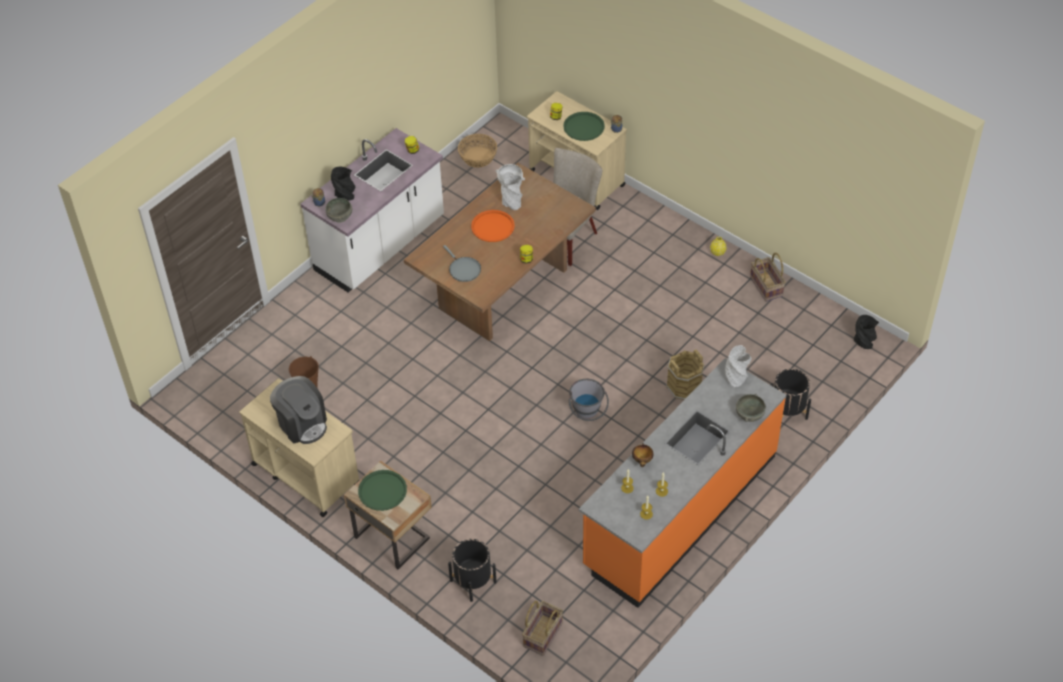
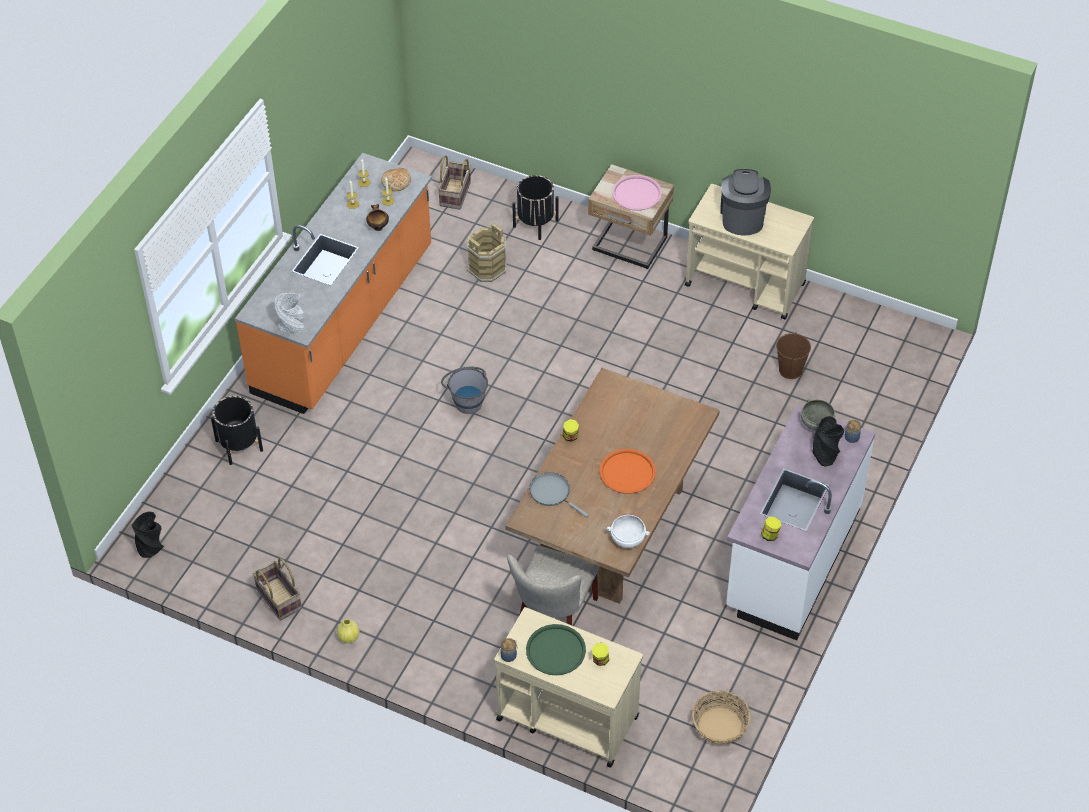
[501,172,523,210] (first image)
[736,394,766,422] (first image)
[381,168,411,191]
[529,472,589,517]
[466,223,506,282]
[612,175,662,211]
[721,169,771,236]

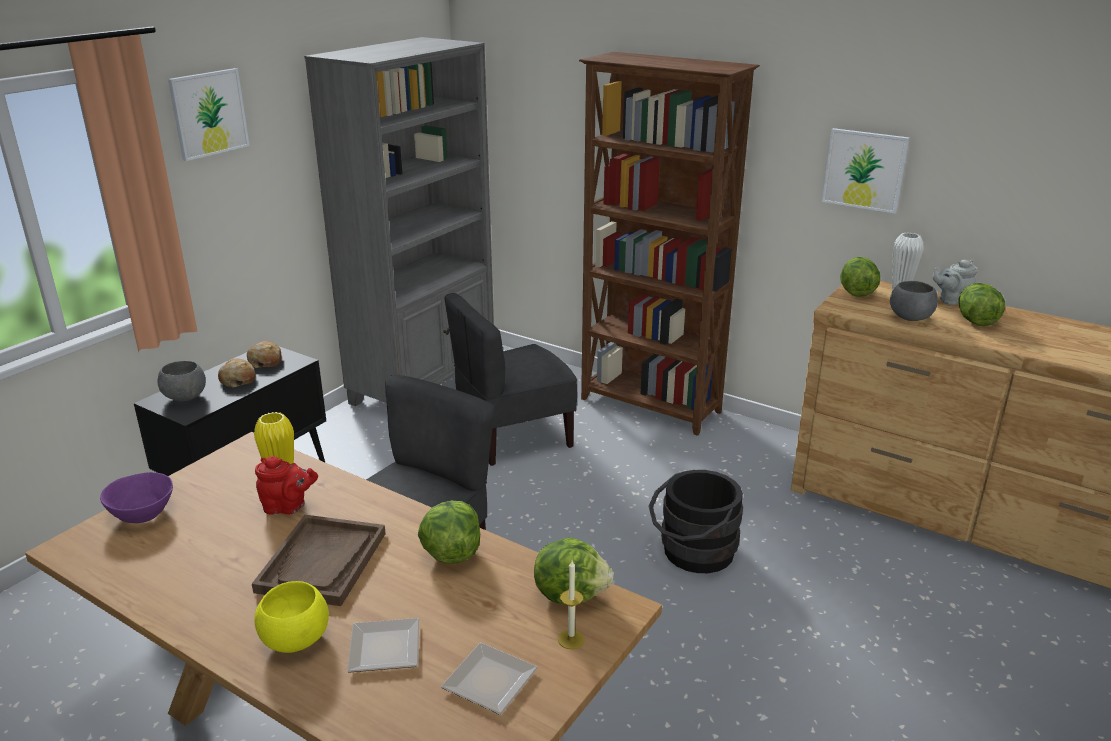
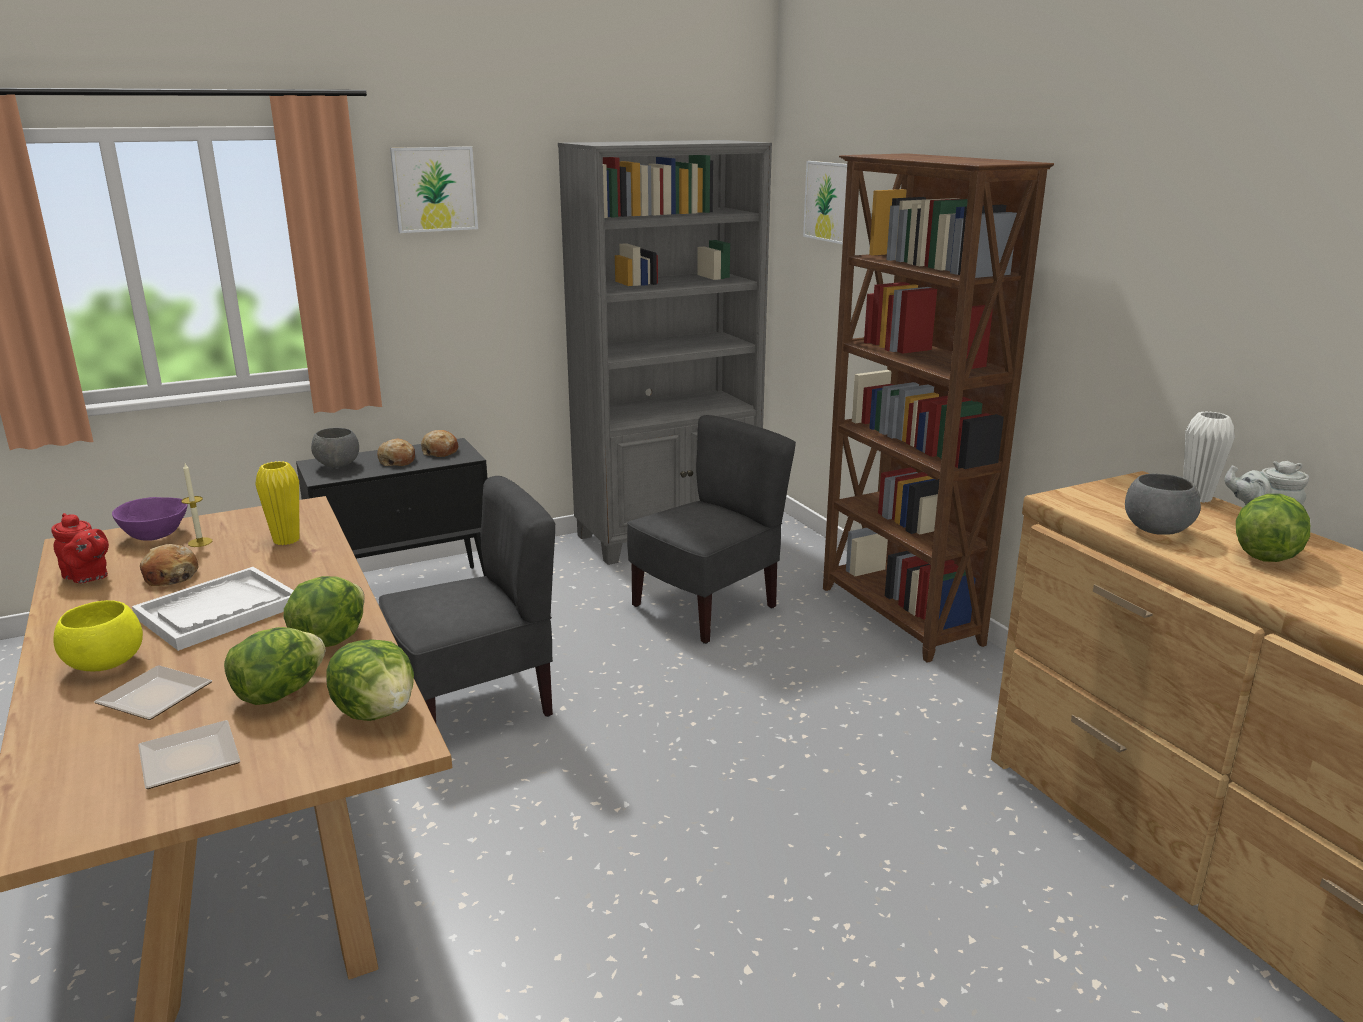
[648,470,743,573] (first image)
[140,544,198,586]
[51,513,109,583]
[181,463,212,547]
[803,161,847,244]
[224,627,325,705]
[132,567,294,651]
[627,415,796,644]

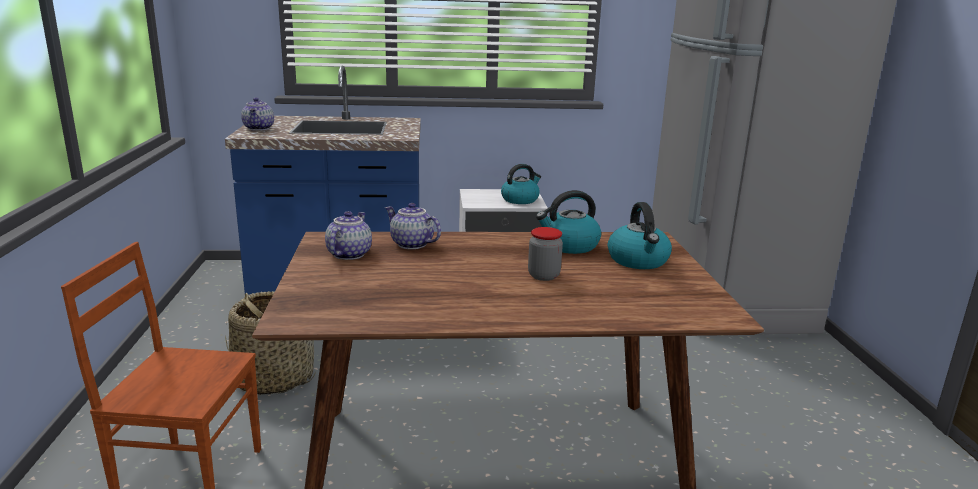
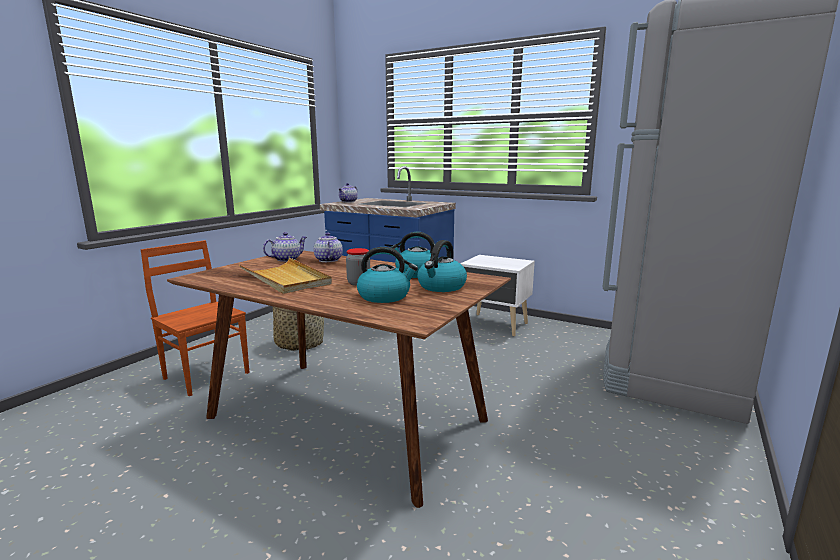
[239,258,332,294]
[357,247,418,303]

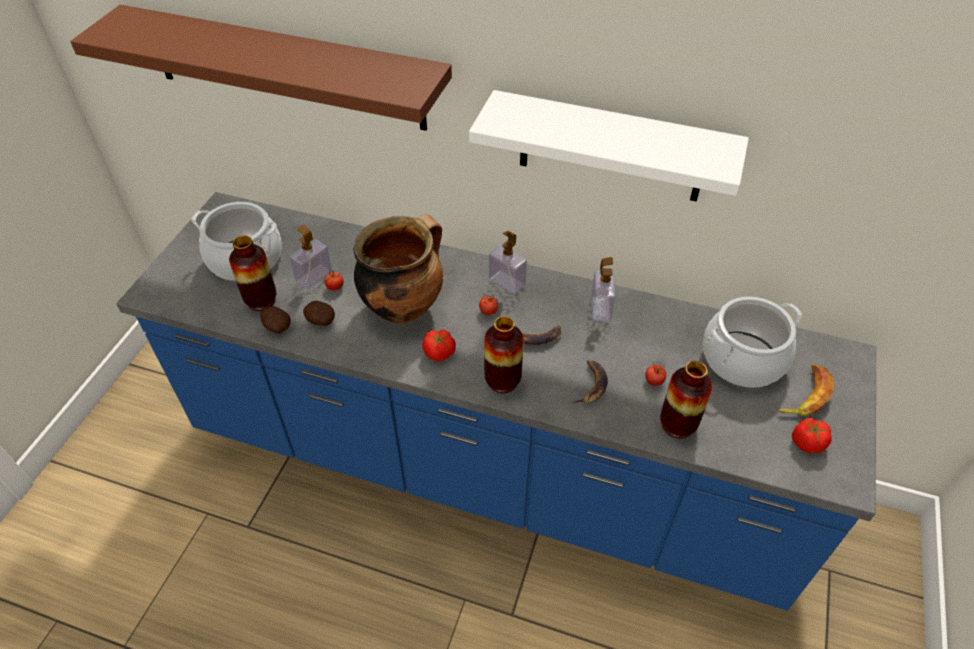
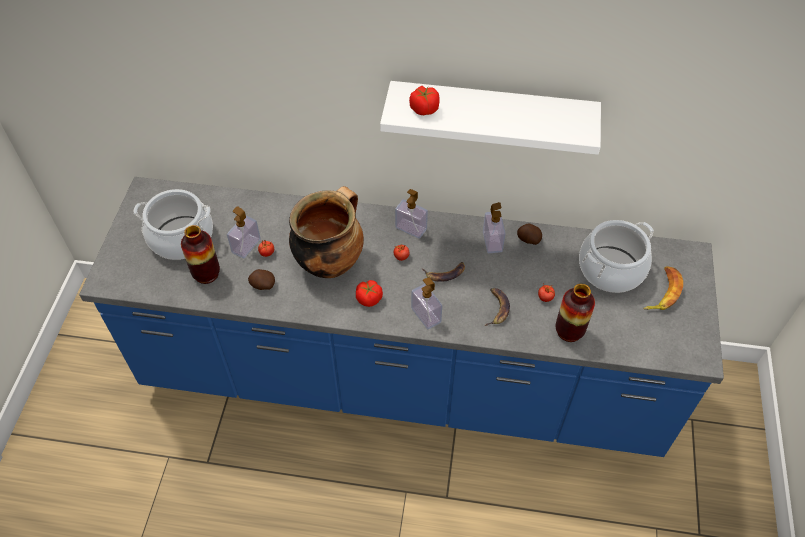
[70,5,452,131] (first image)
[517,223,542,245]
[409,86,440,115]
[411,278,442,329]

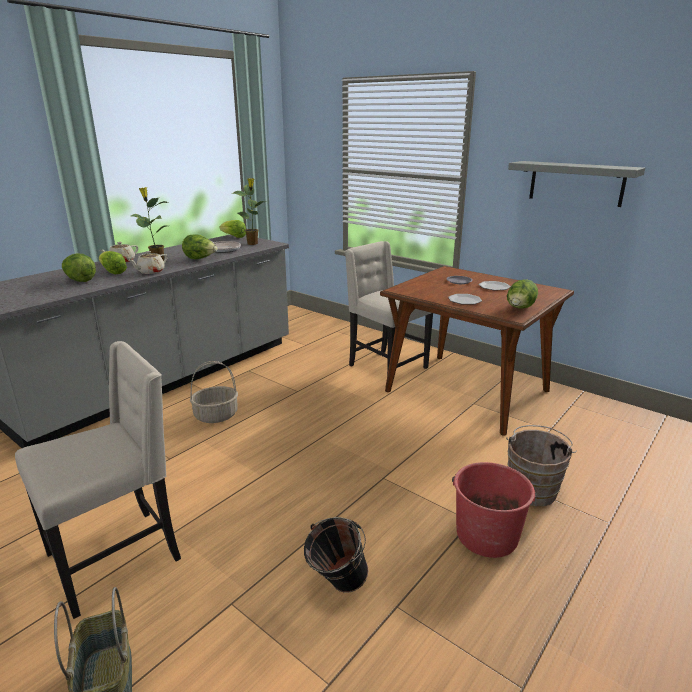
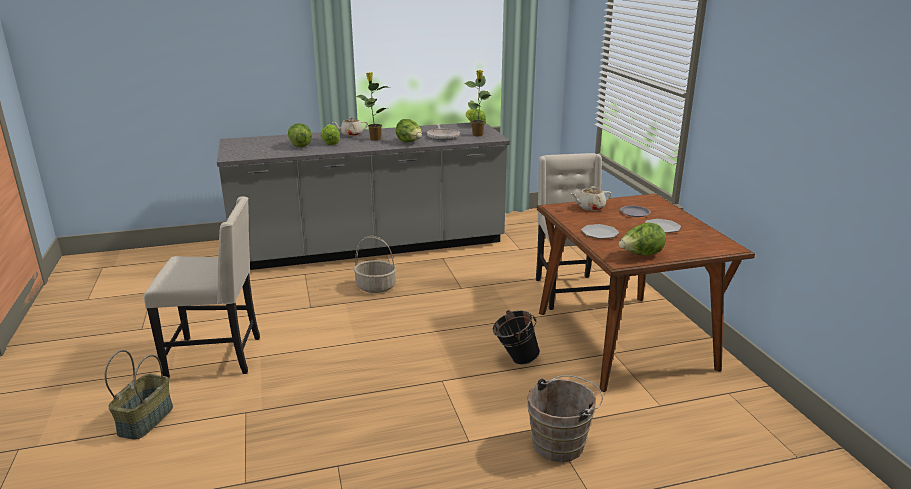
[452,462,537,558] (first image)
[508,161,645,207] (first image)
[571,186,611,211]
[493,310,540,365]

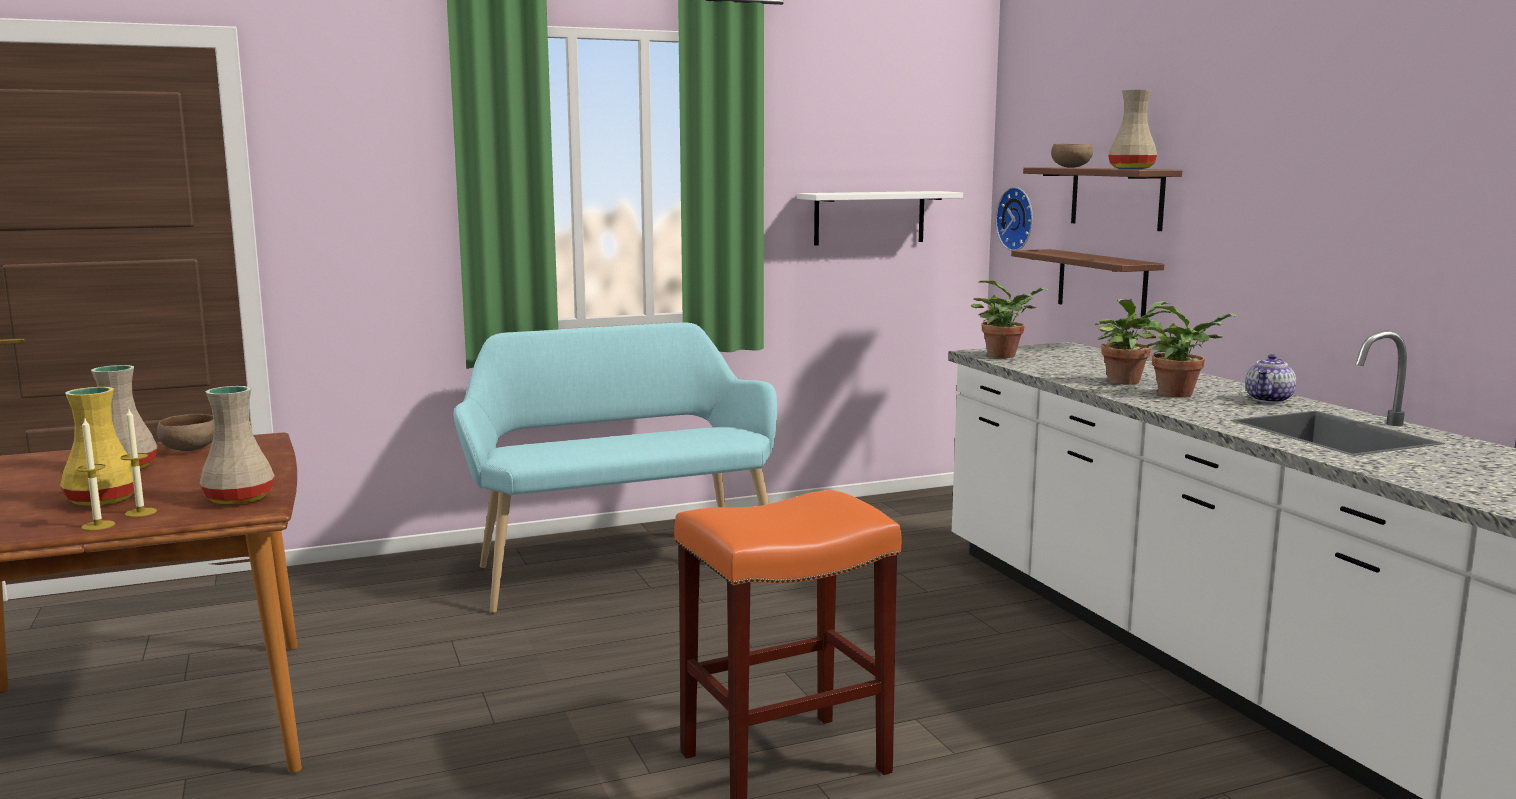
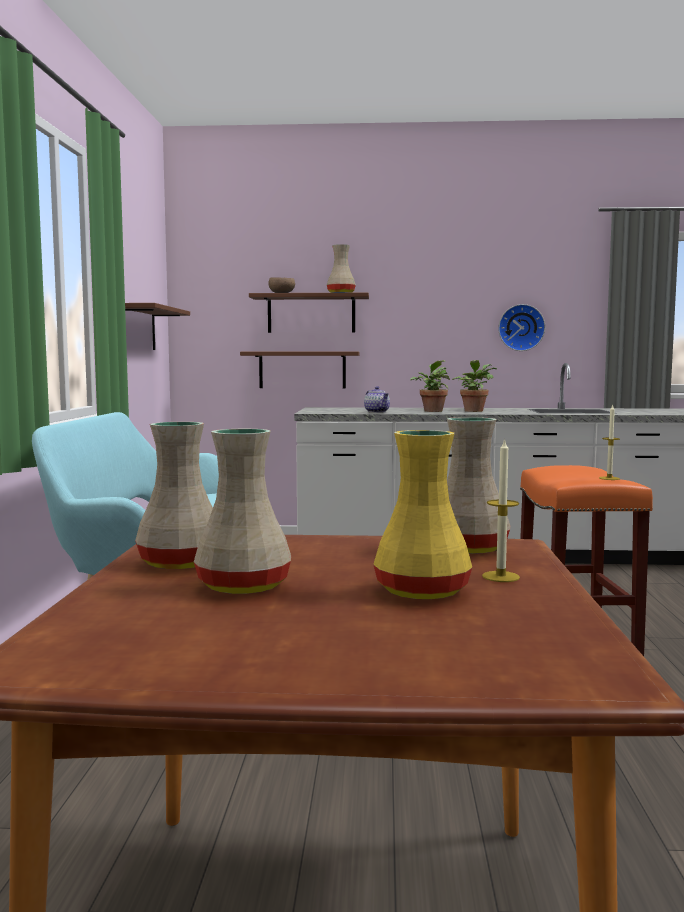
[971,280,1048,358] (first image)
[599,404,620,480]
[498,304,545,351]
[364,386,390,413]
[135,422,213,569]
[125,303,190,350]

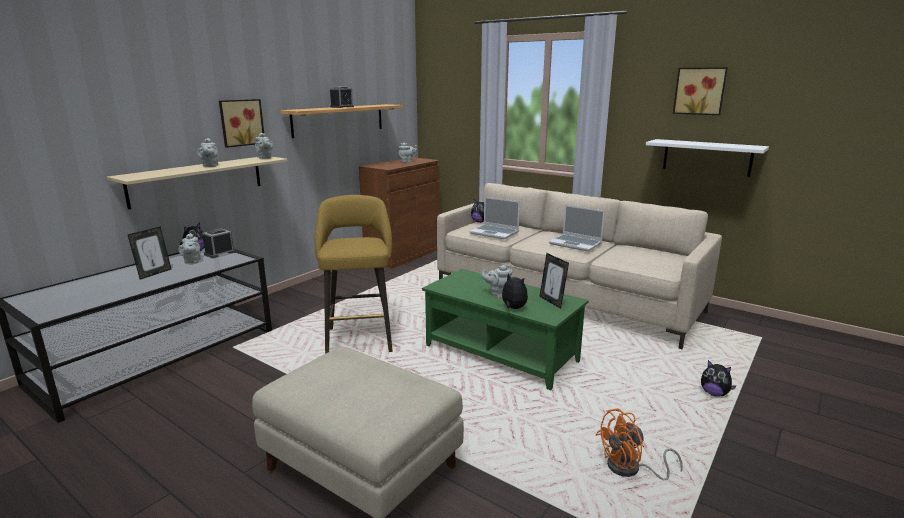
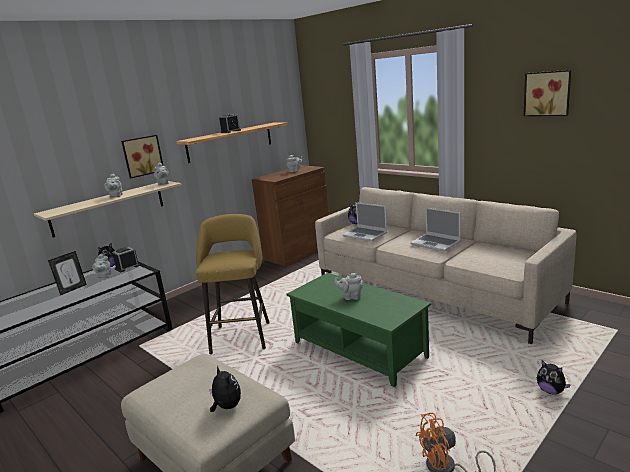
[539,253,569,309] (first image)
[646,139,769,177] (first image)
[209,366,241,412]

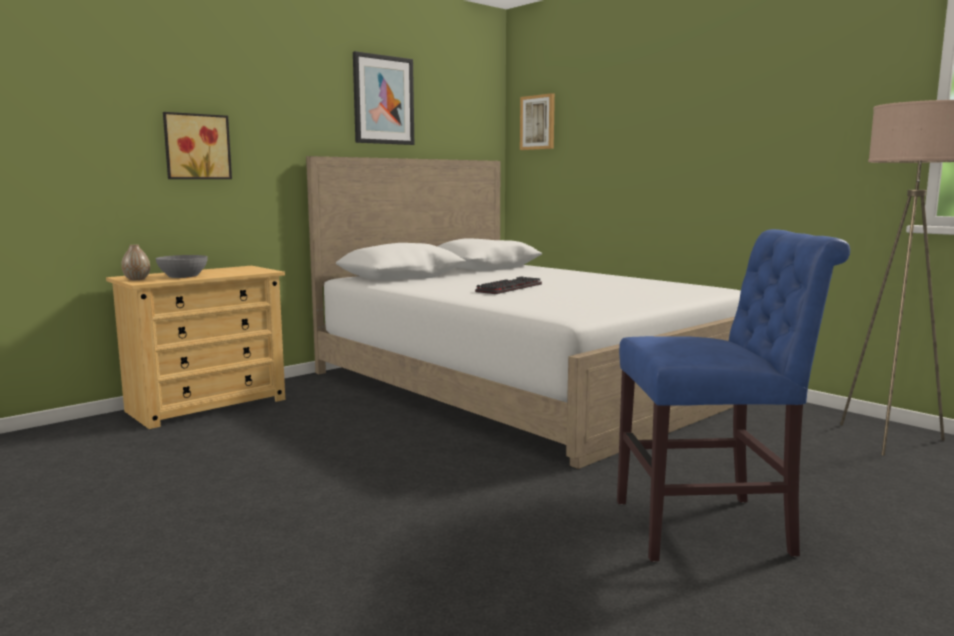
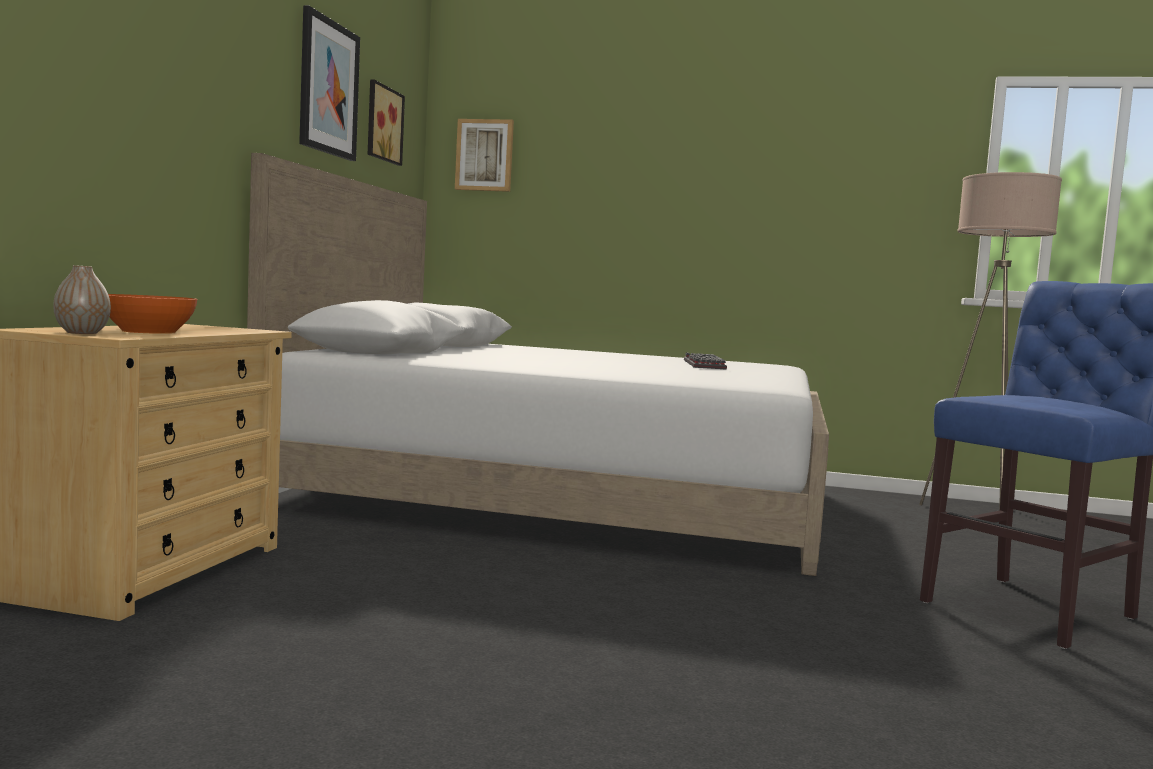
[368,79,405,166]
[684,352,727,370]
[108,294,197,334]

